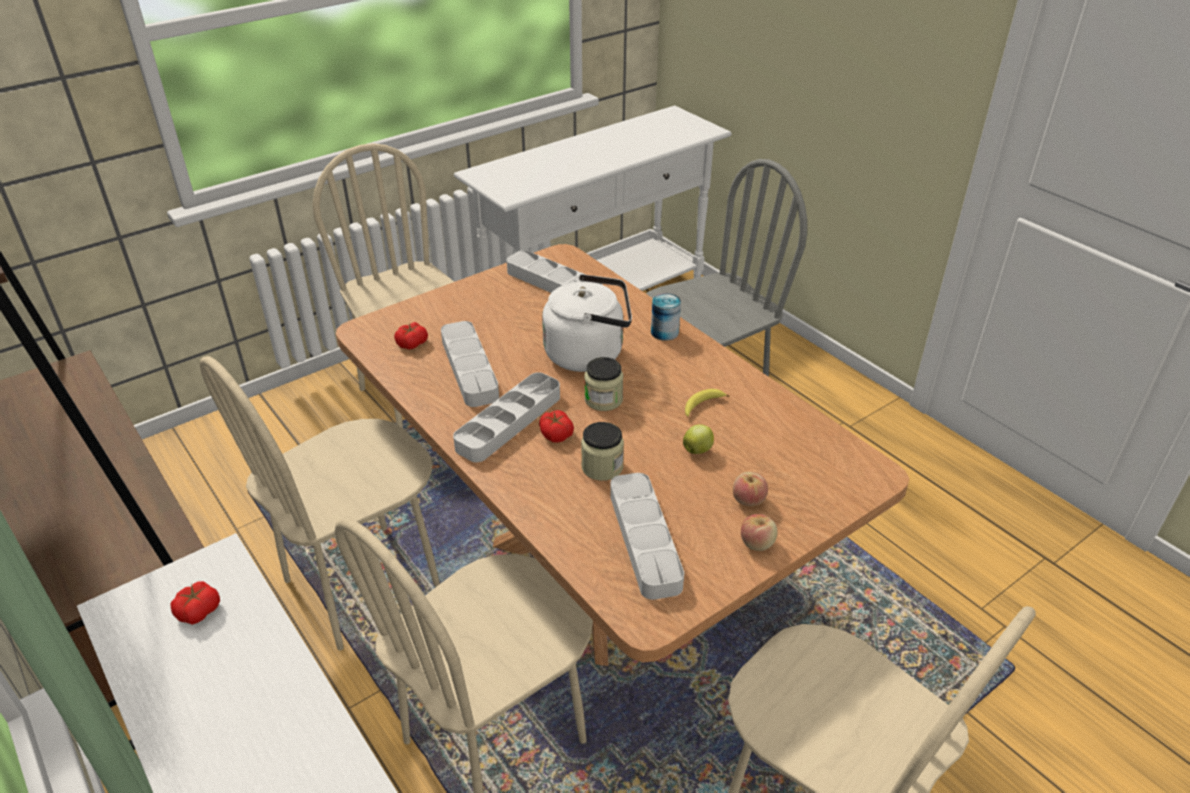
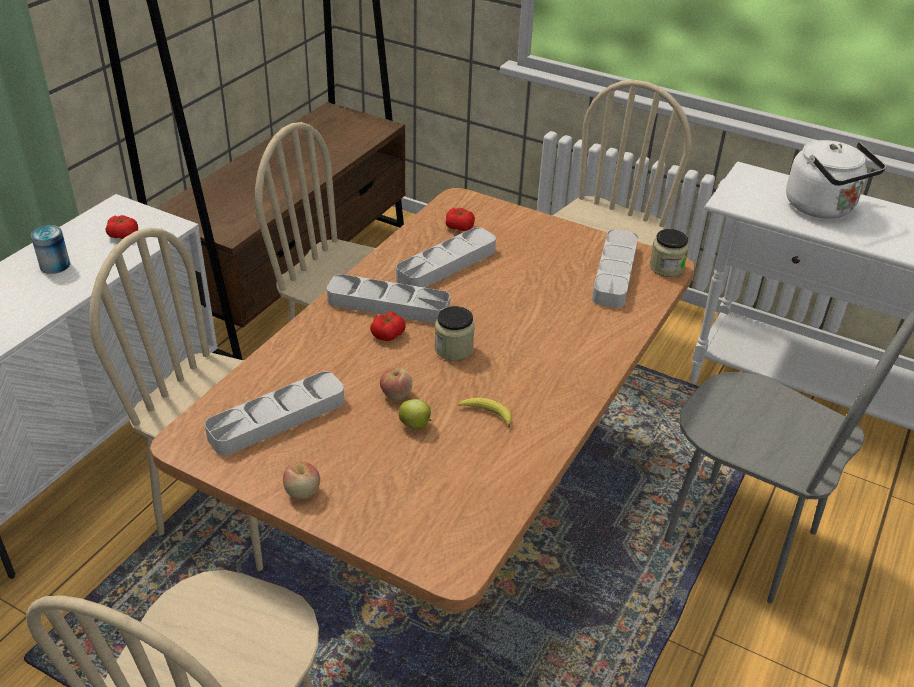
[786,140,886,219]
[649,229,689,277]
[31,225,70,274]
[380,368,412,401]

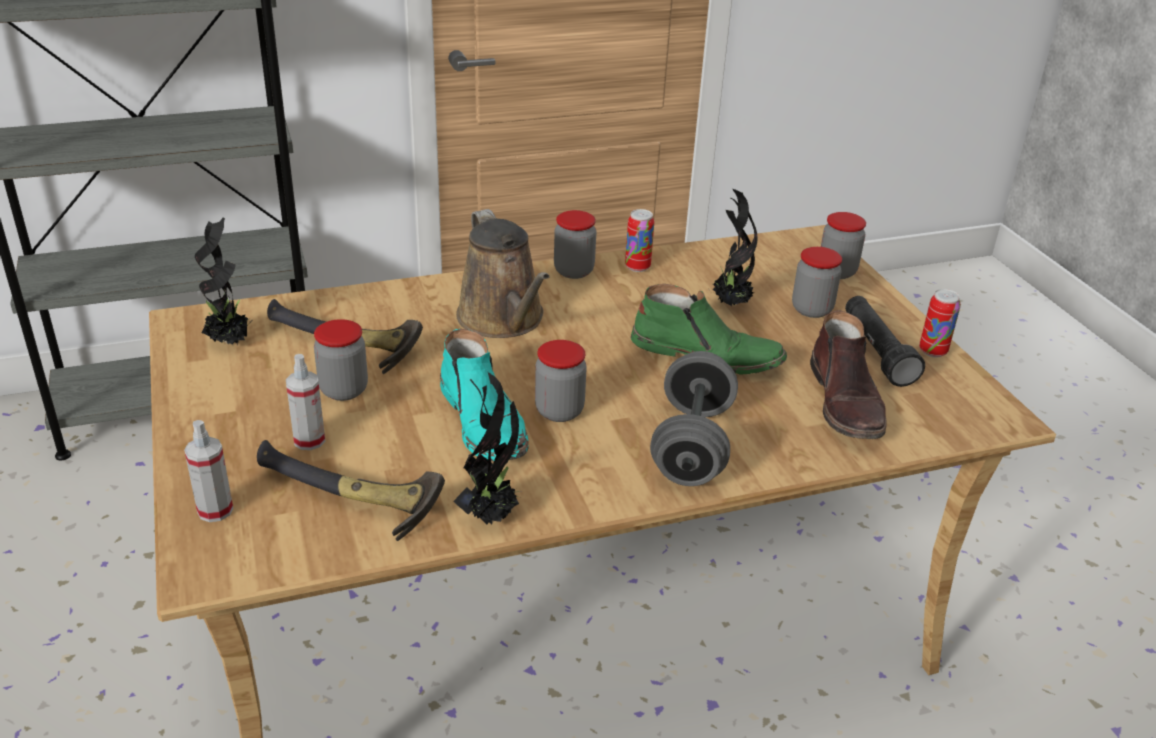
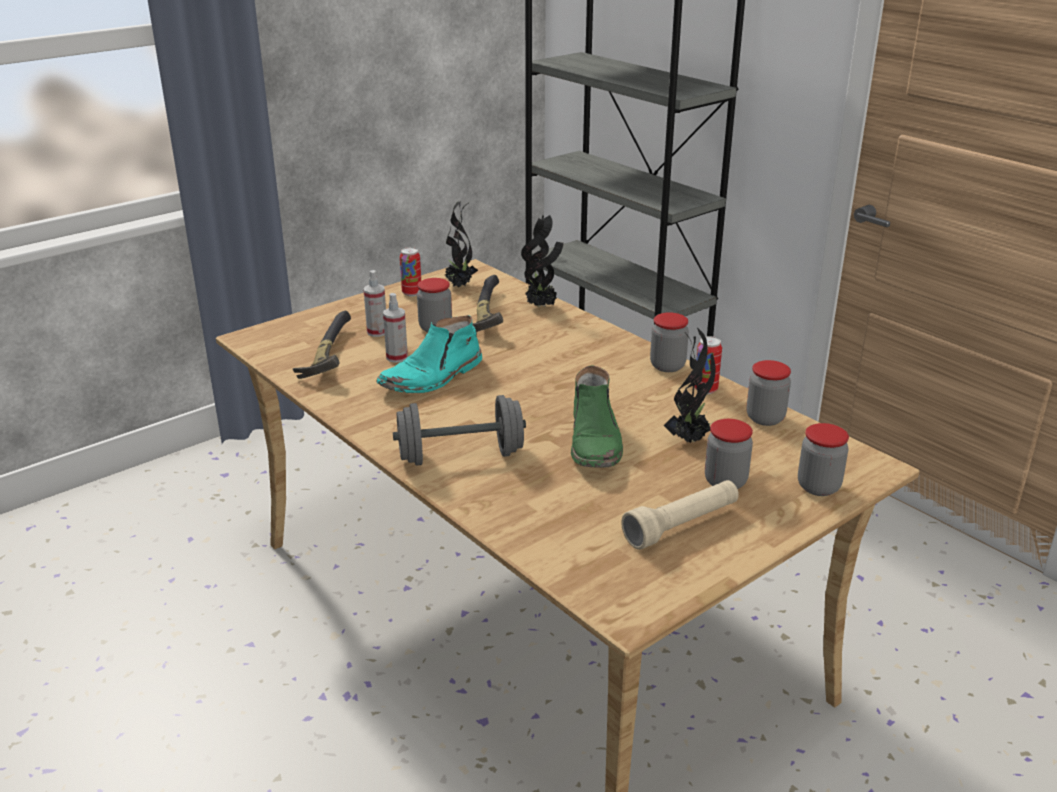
[456,209,550,338] (first image)
[810,310,887,439] (first image)
[383,293,408,363]
[521,215,563,307]
[747,360,791,426]
[400,247,421,296]
[621,480,739,550]

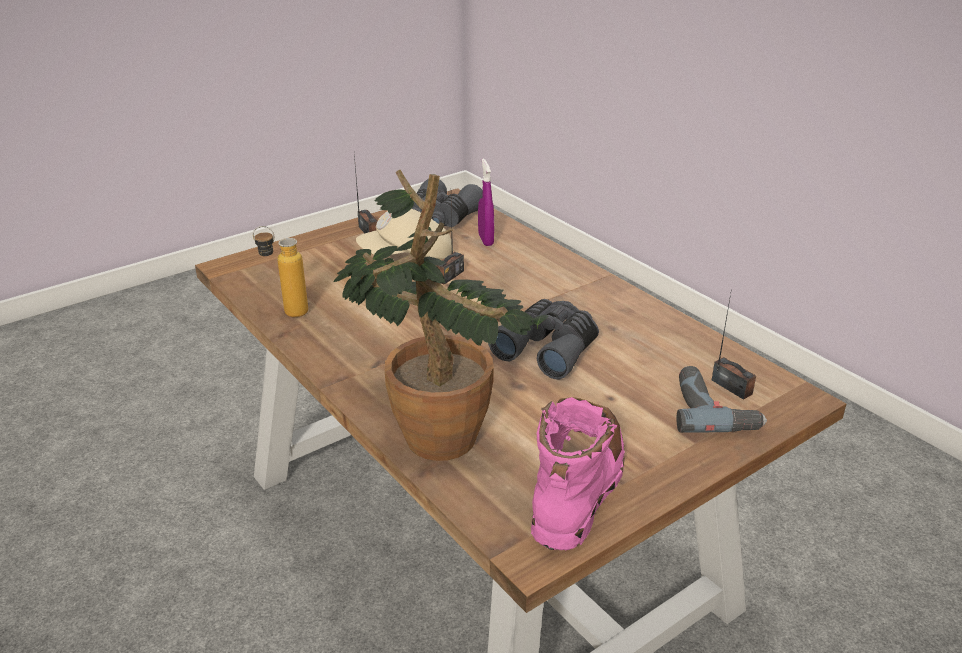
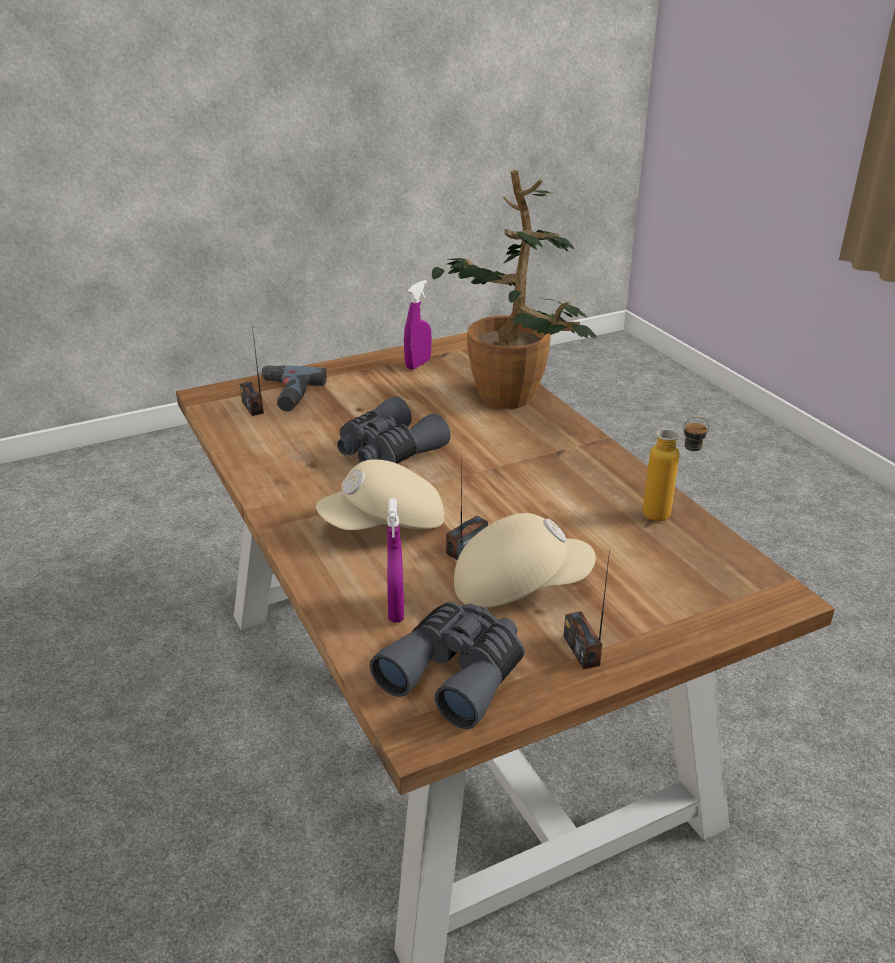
[316,459,444,530]
[404,280,432,370]

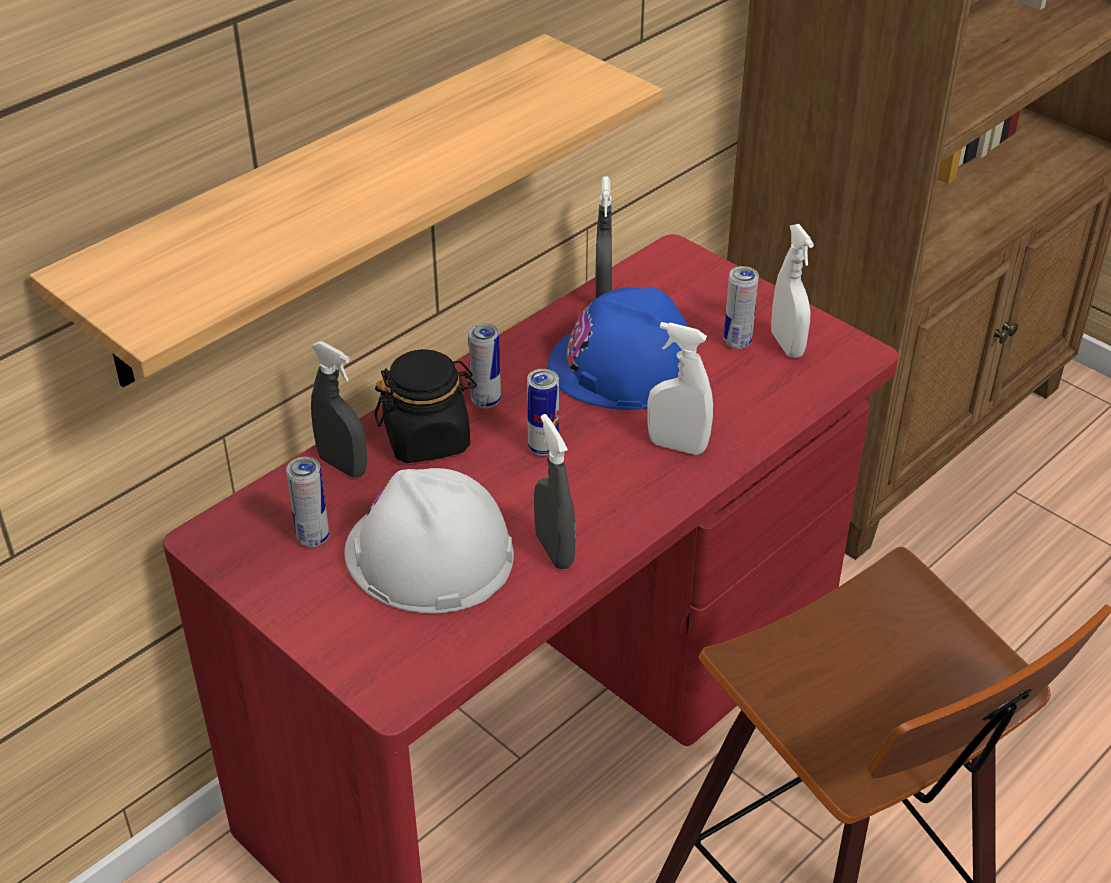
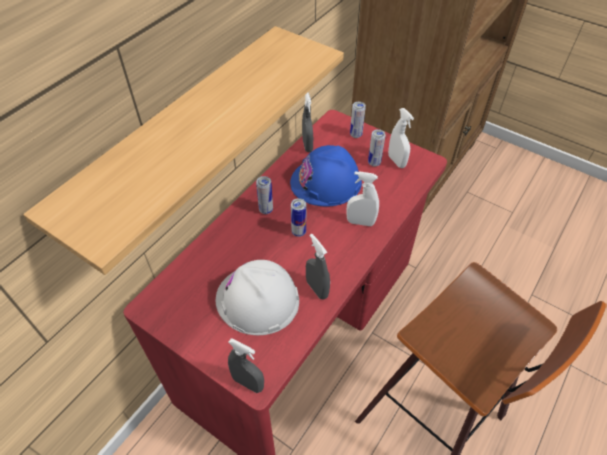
[374,349,477,463] (first image)
[350,102,366,138]
[228,338,264,393]

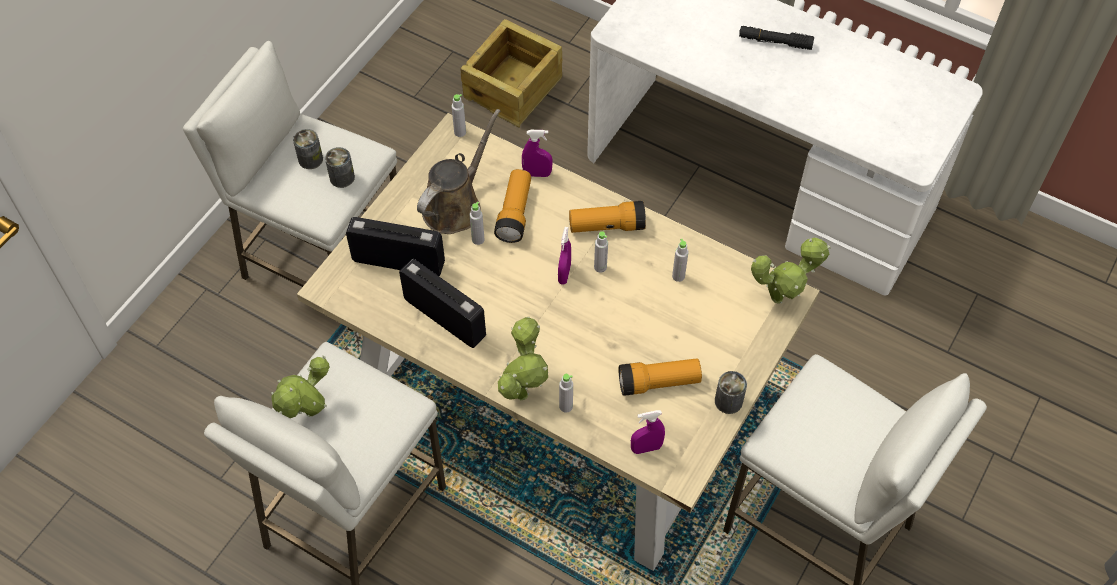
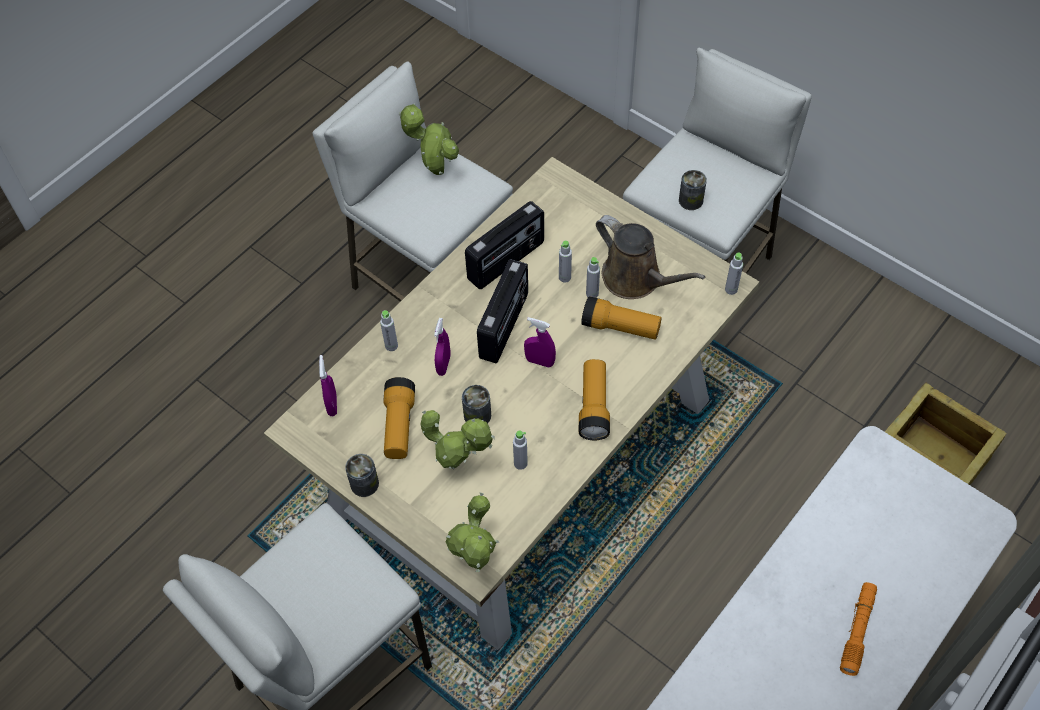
[462,385,491,424]
[477,259,528,363]
[421,410,494,469]
[434,318,450,376]
[559,240,572,283]
[840,582,877,676]

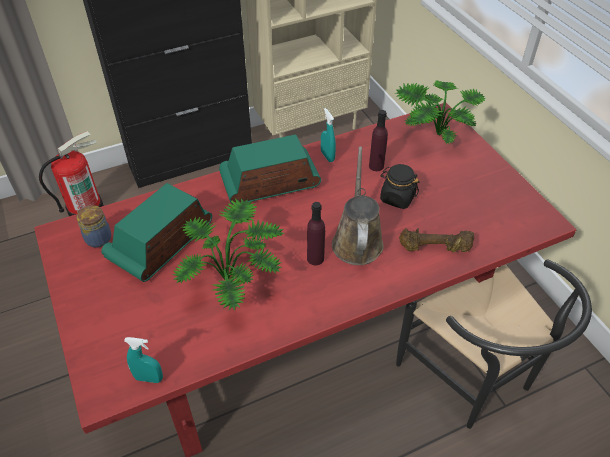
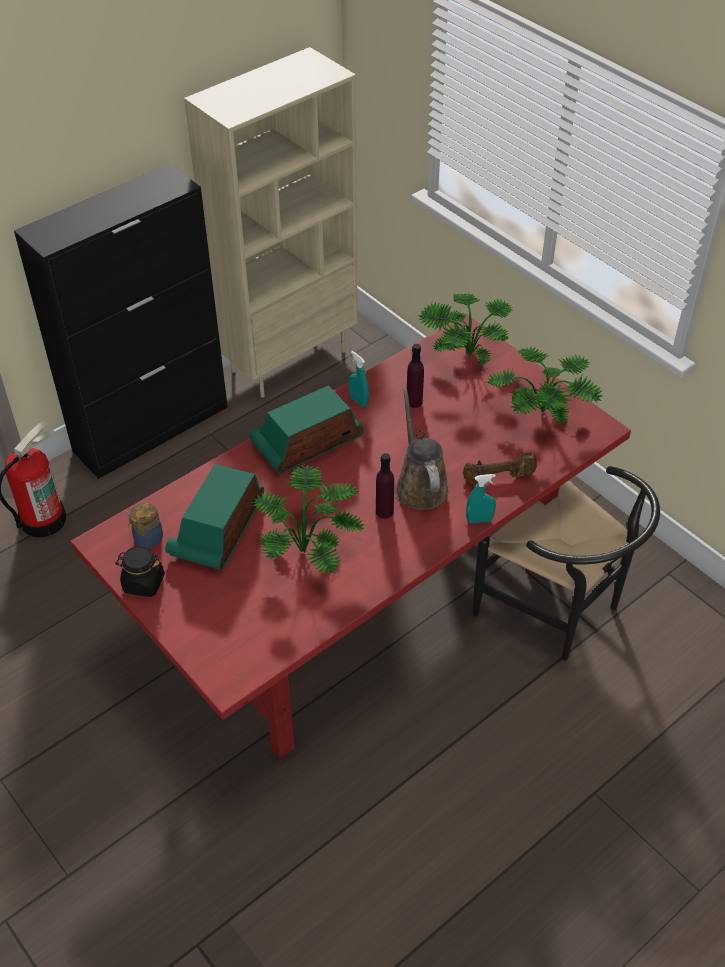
[487,346,603,424]
[466,474,496,523]
[115,546,165,597]

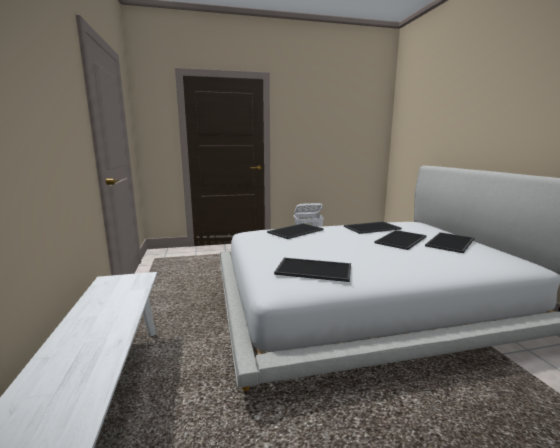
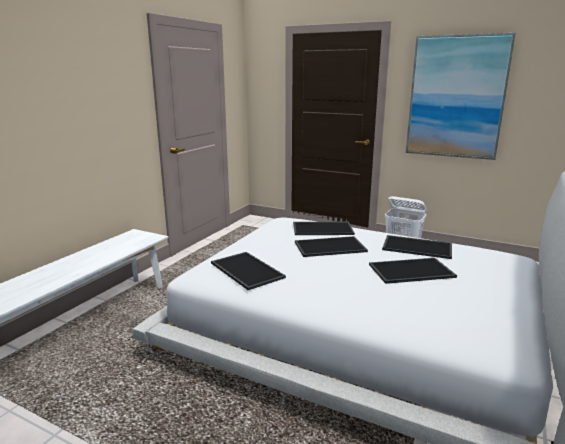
[406,33,516,160]
[295,236,368,257]

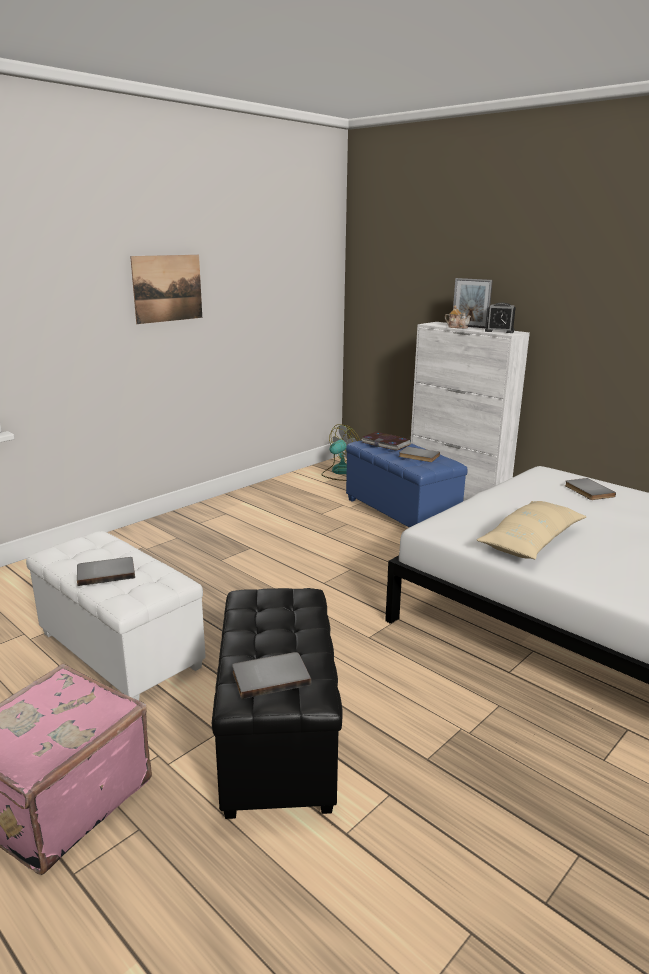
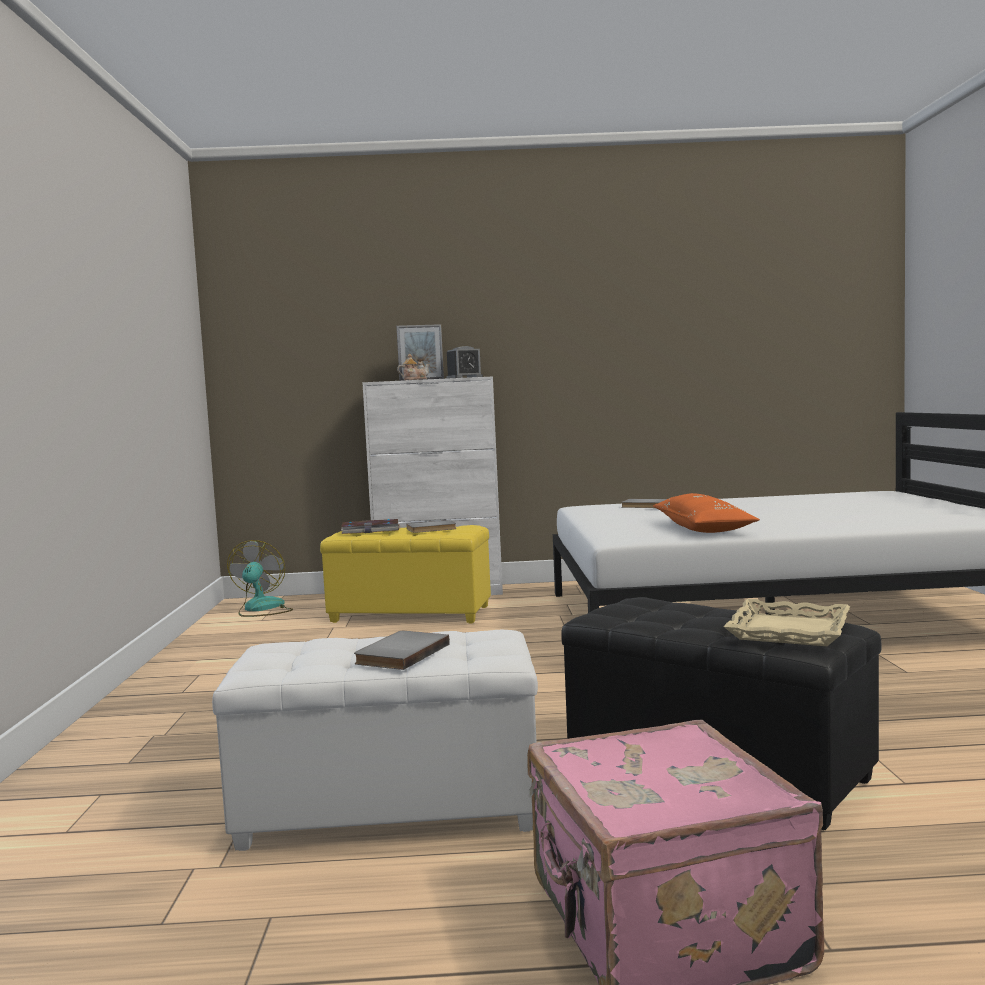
[130,255,202,324] (first image)
[724,599,850,646]
[320,525,491,624]
[653,493,760,533]

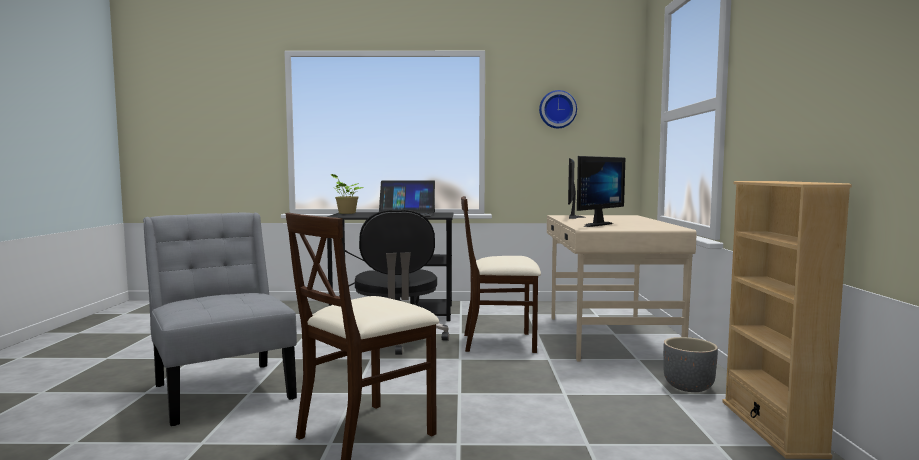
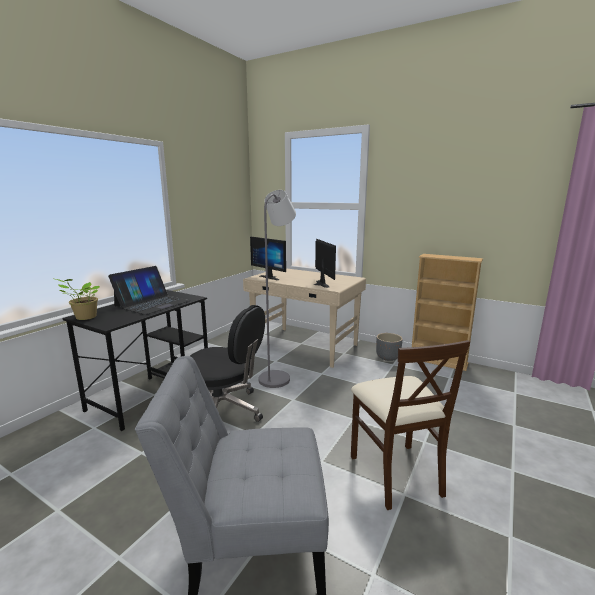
[539,90,577,128] (first image)
[258,190,296,388]

